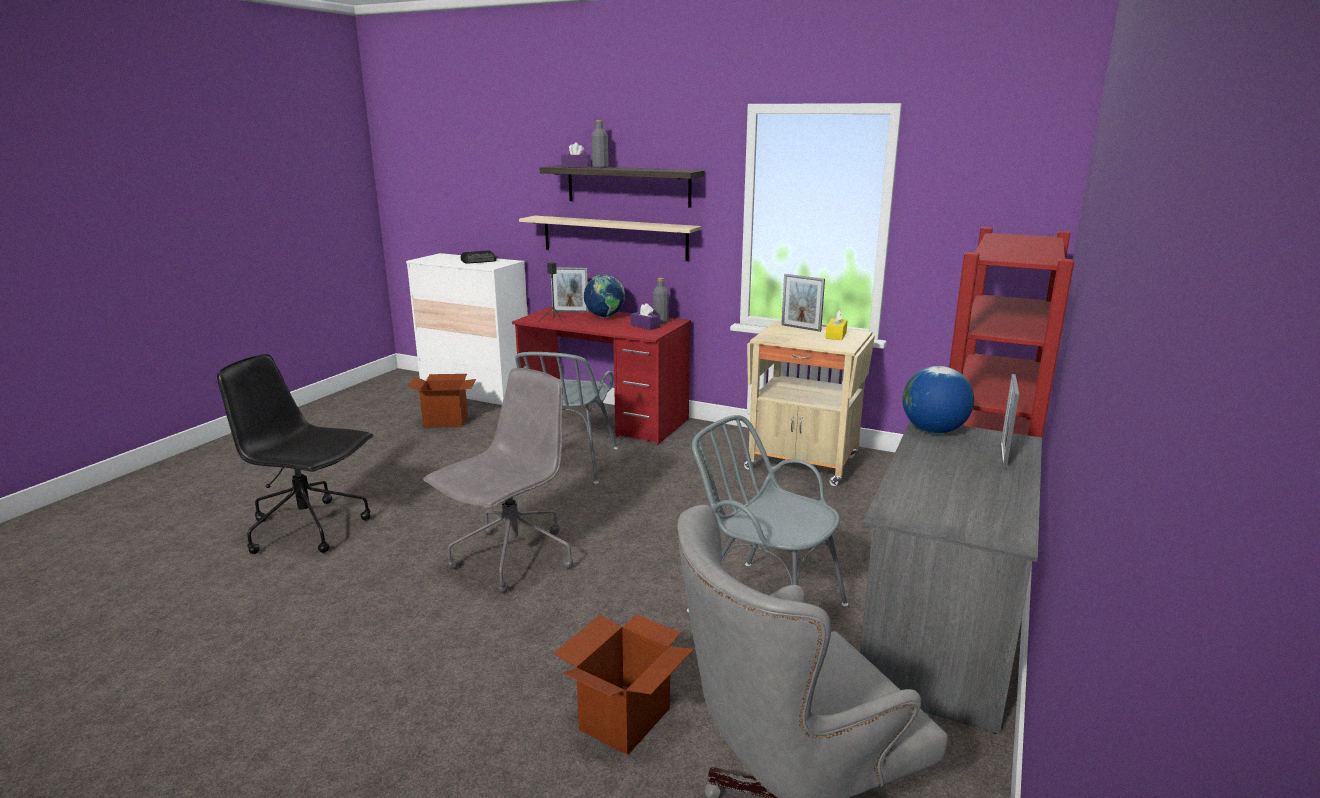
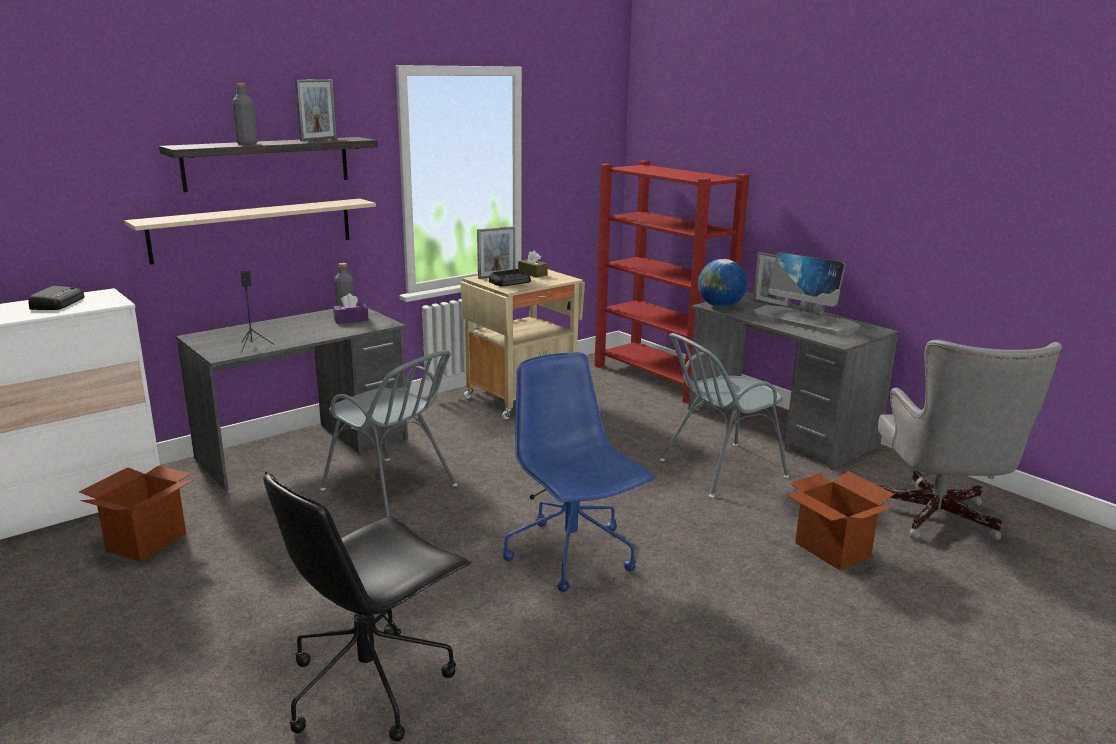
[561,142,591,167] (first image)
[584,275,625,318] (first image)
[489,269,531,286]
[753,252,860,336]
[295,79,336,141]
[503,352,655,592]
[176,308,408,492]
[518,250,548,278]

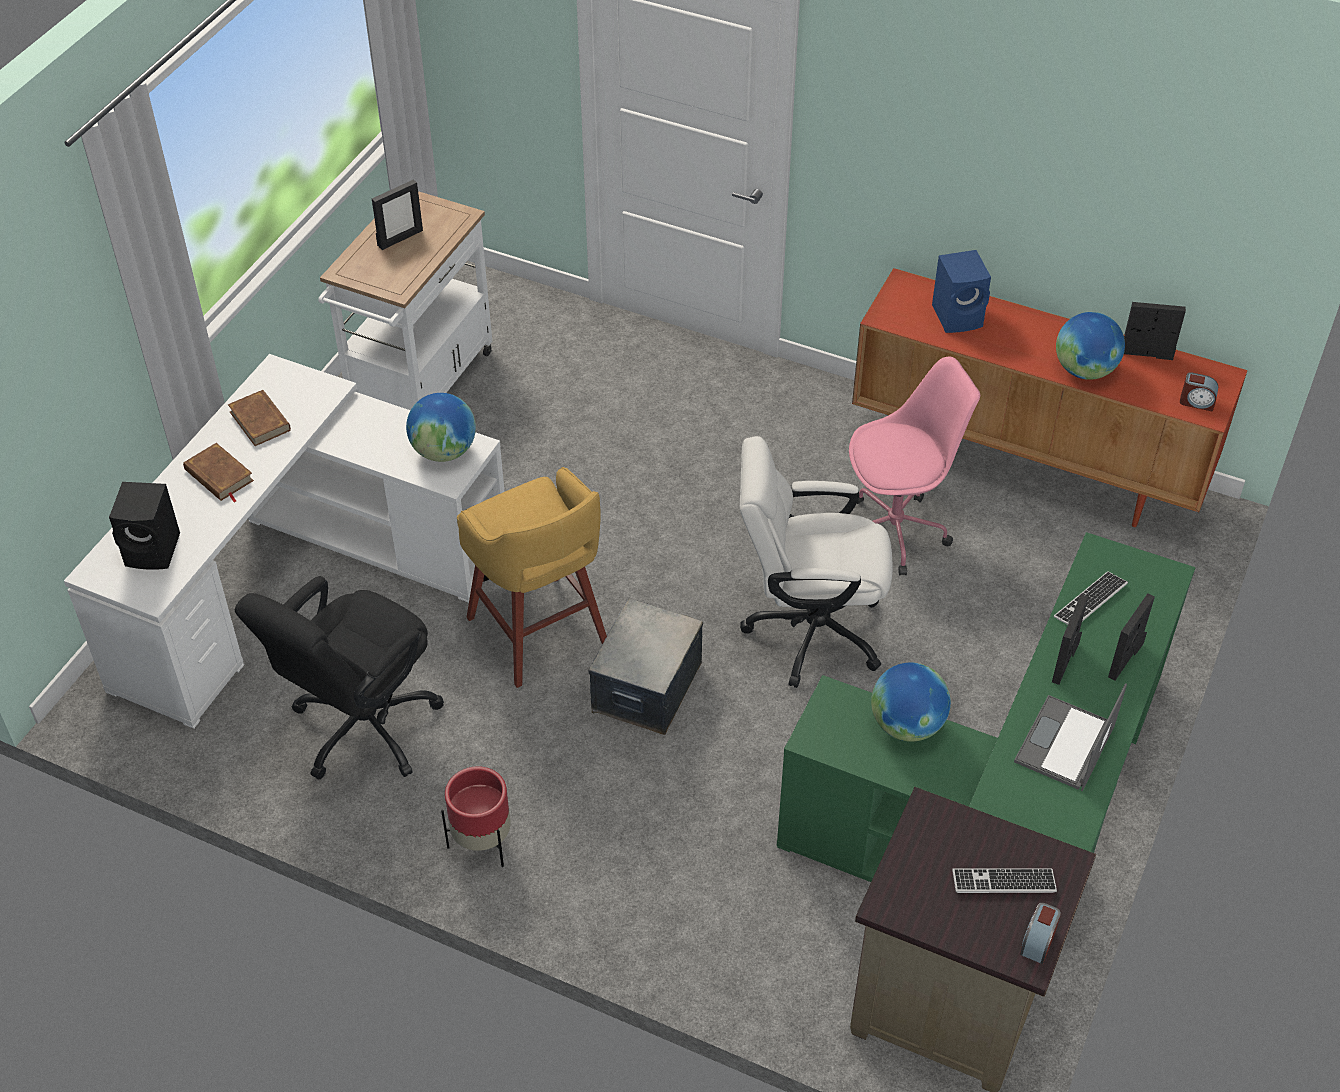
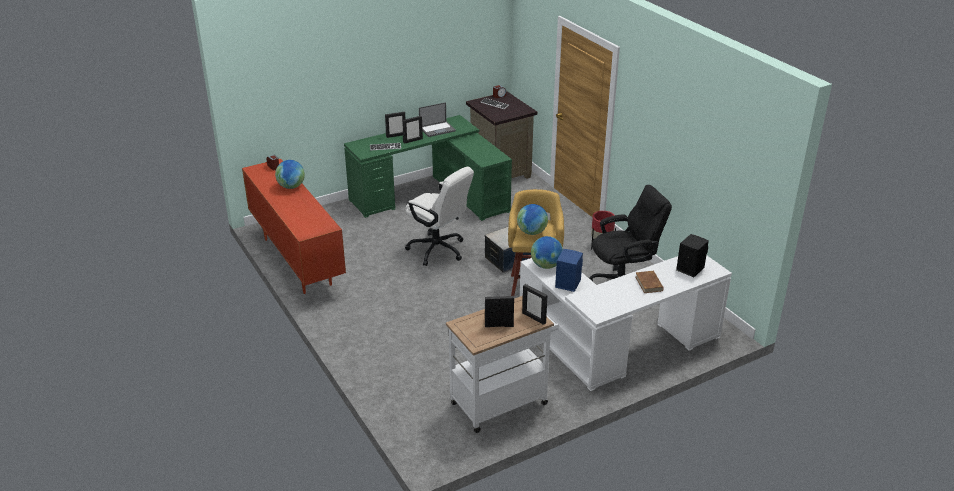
[228,390,291,446] (first image)
[849,356,980,575] (first image)
[517,204,548,235]
[555,249,583,292]
[522,284,548,325]

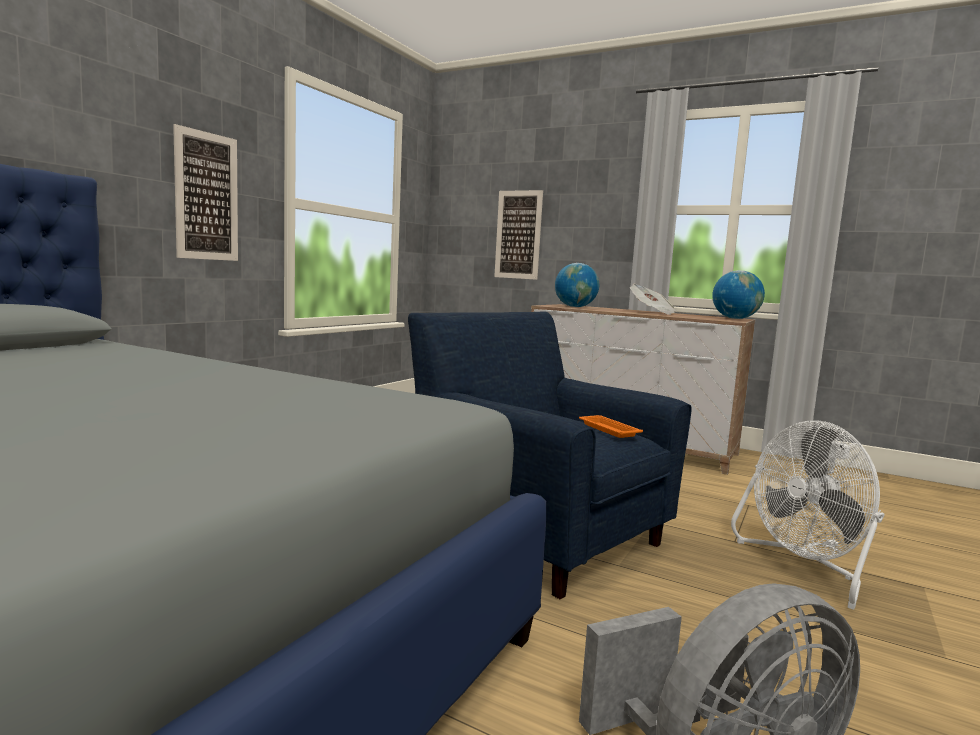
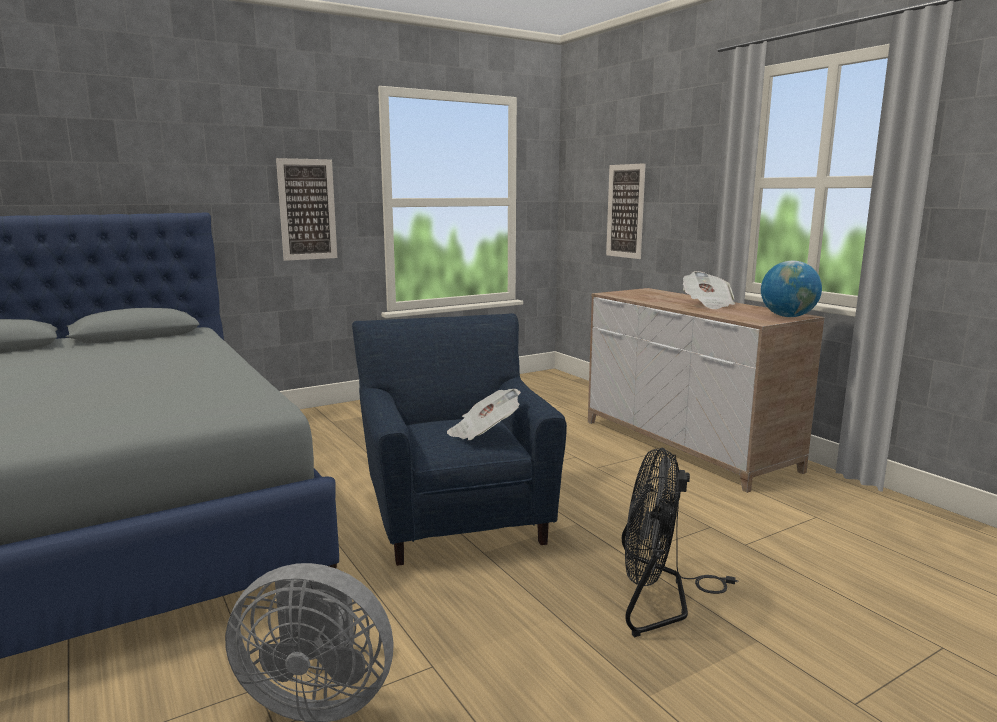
[555,263,599,307] (first image)
[447,389,521,440]
[622,448,738,637]

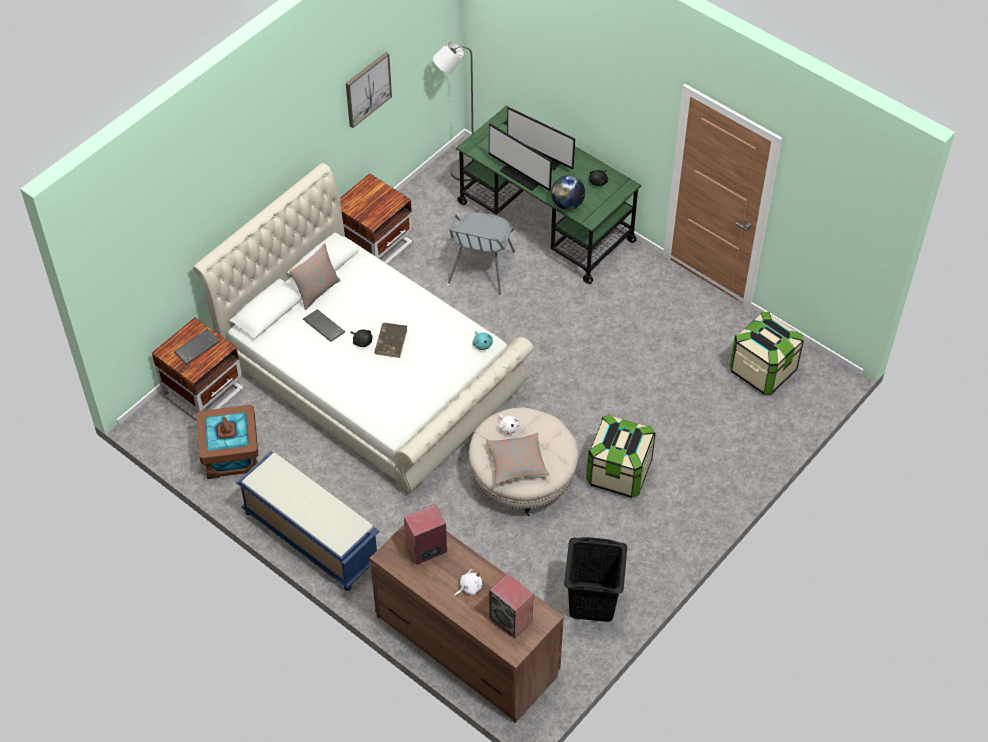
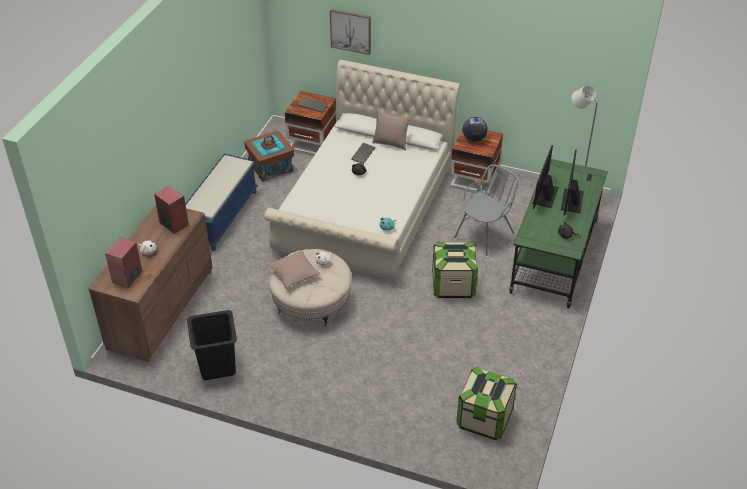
[374,323,408,358] (first image)
[330,9,371,55]
[463,117,488,142]
[432,242,478,298]
[453,164,519,257]

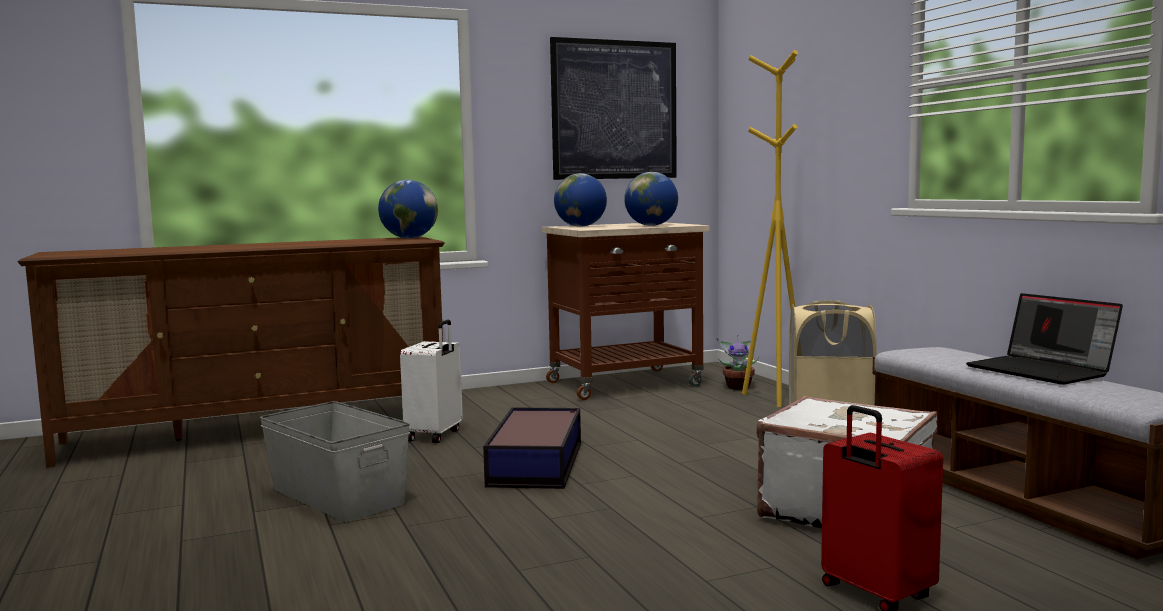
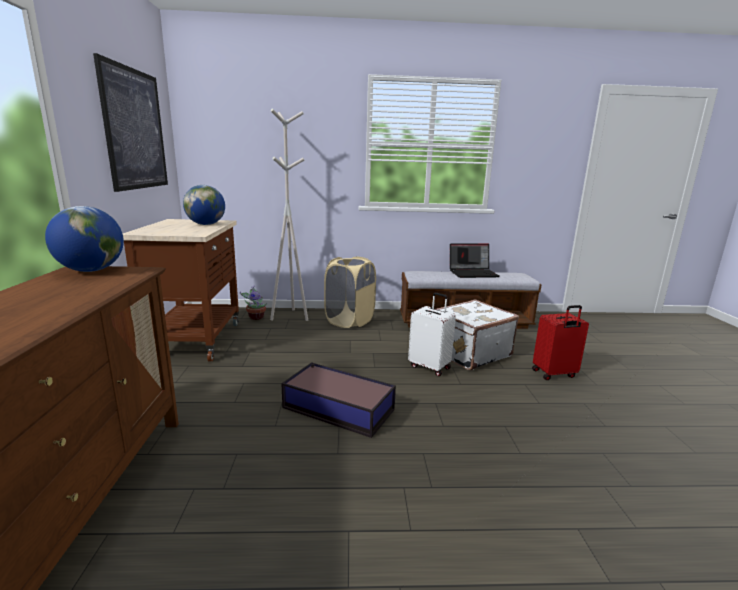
[260,401,410,522] (first image)
[554,173,607,227] (first image)
[408,293,456,376]
[270,109,308,321]

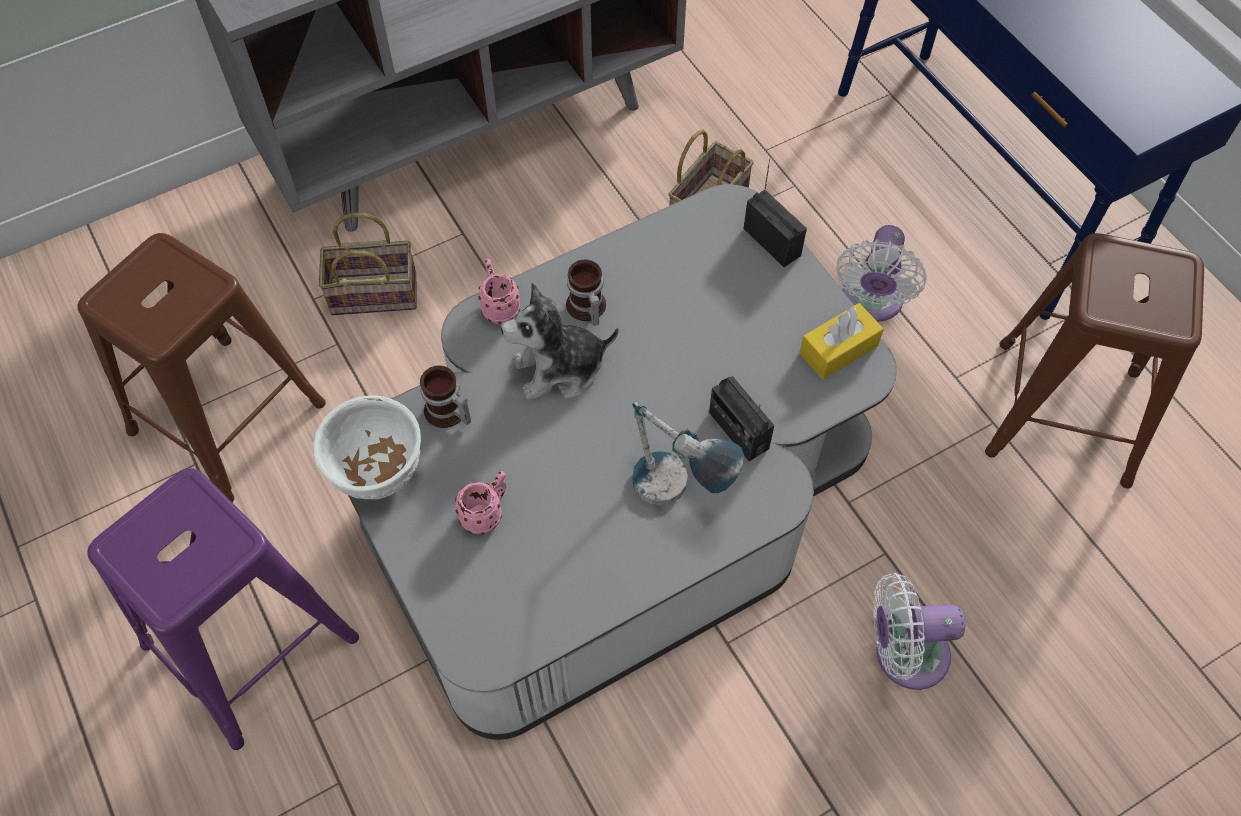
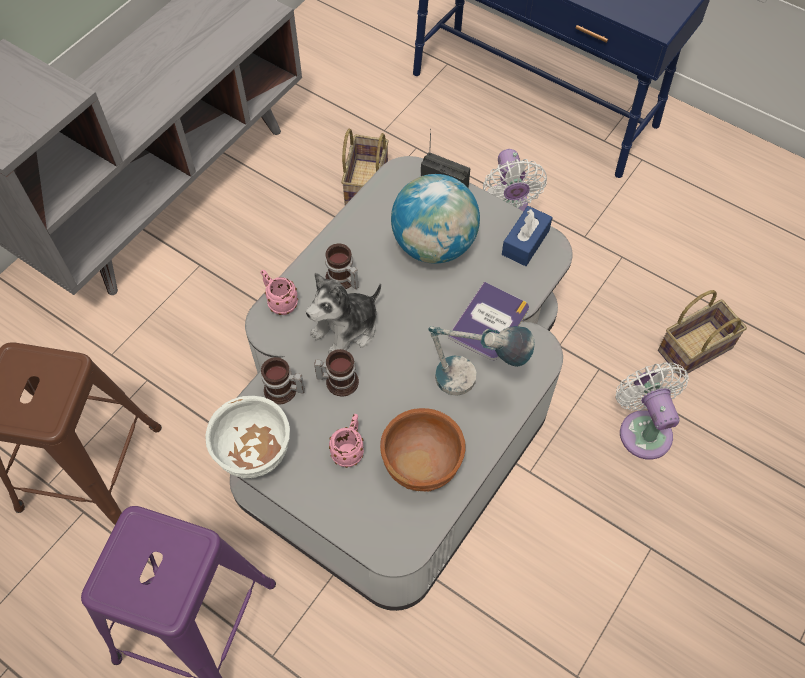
[985,233,1204,488] (first image)
[314,349,359,396]
[380,408,465,492]
[391,174,480,264]
[658,290,747,377]
[448,282,529,360]
[502,206,553,266]
[615,362,689,459]

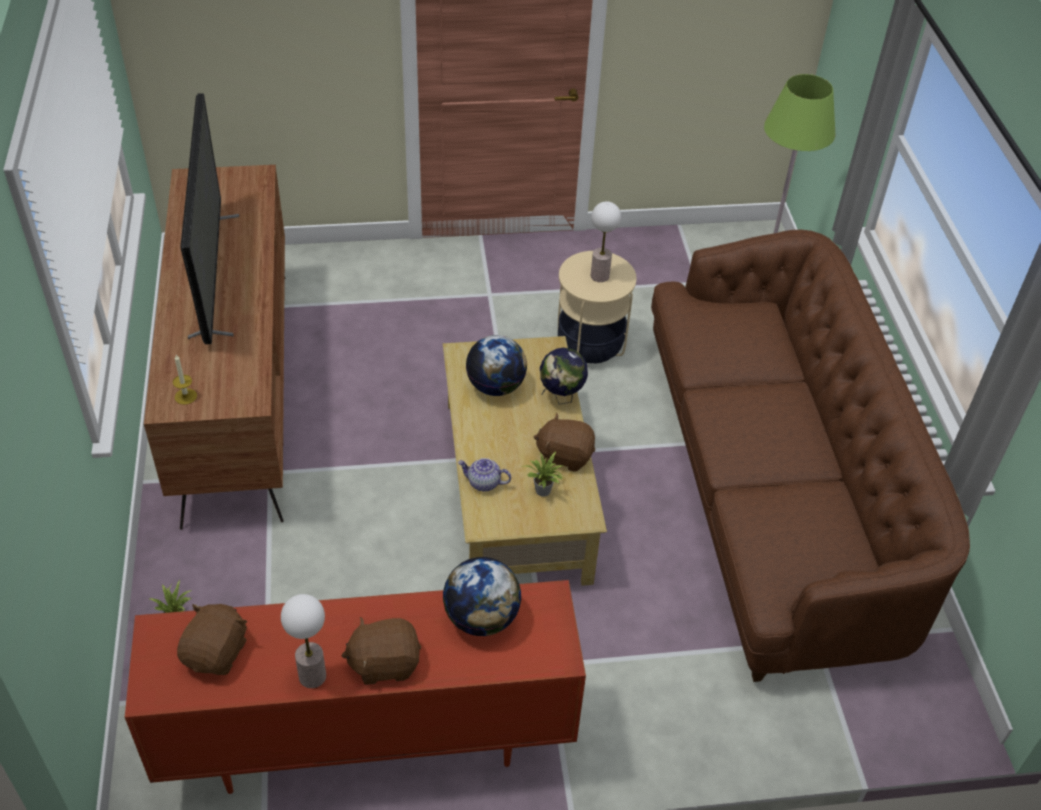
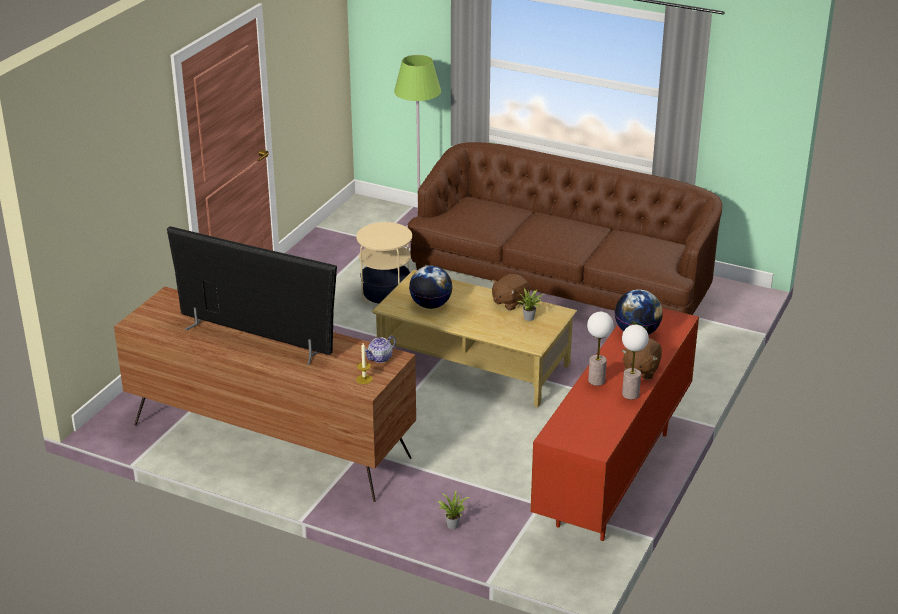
[177,604,247,675] (first image)
[540,348,588,404] (first image)
[365,336,396,363]
[587,312,613,386]

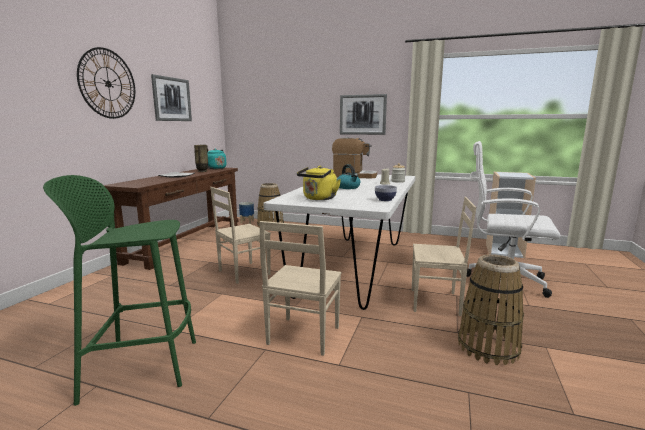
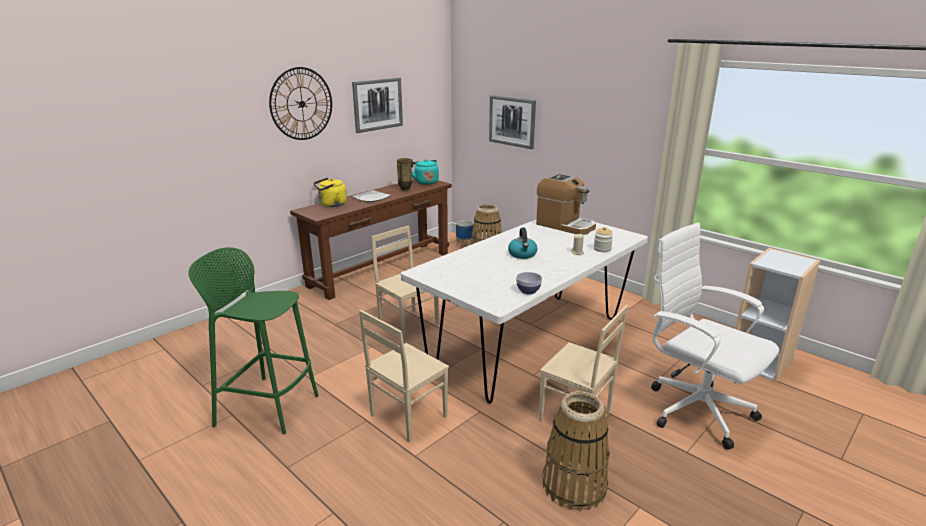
[313,177,347,207]
[489,95,536,149]
[372,226,439,340]

